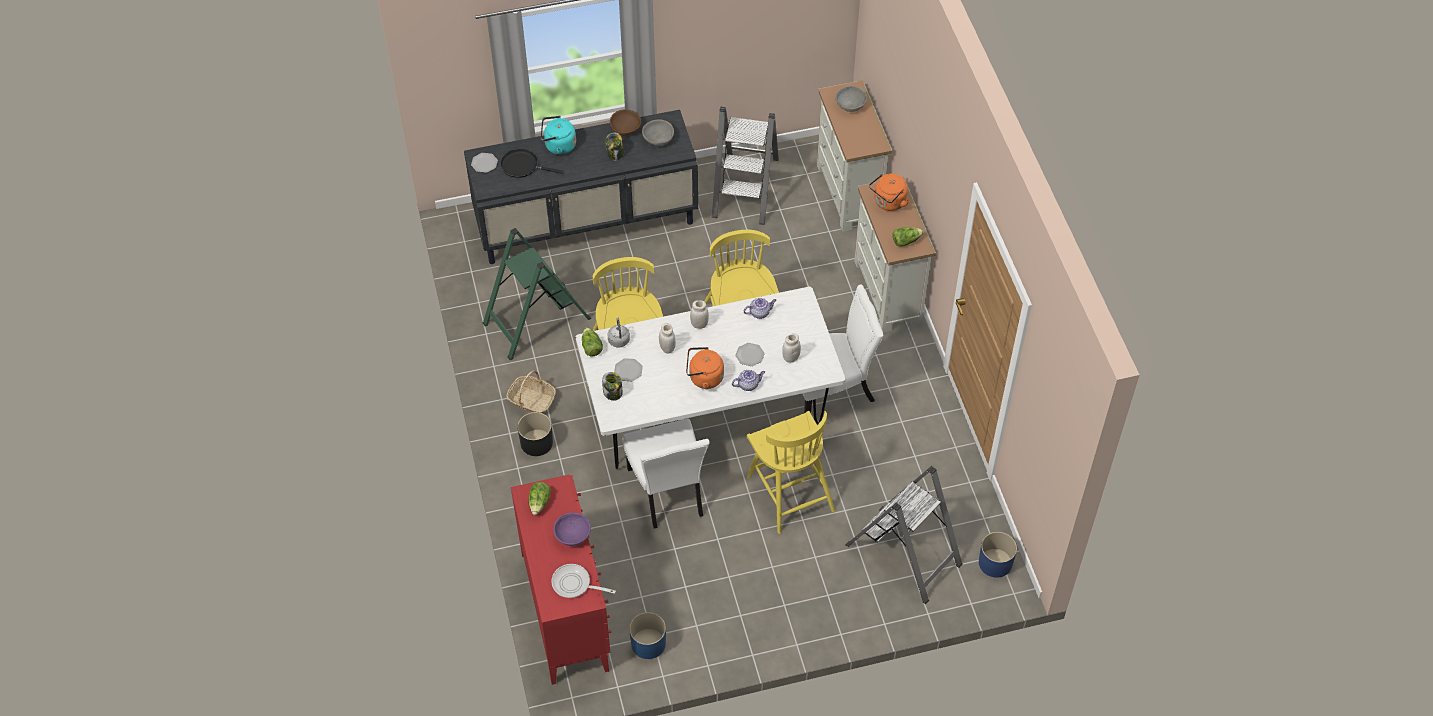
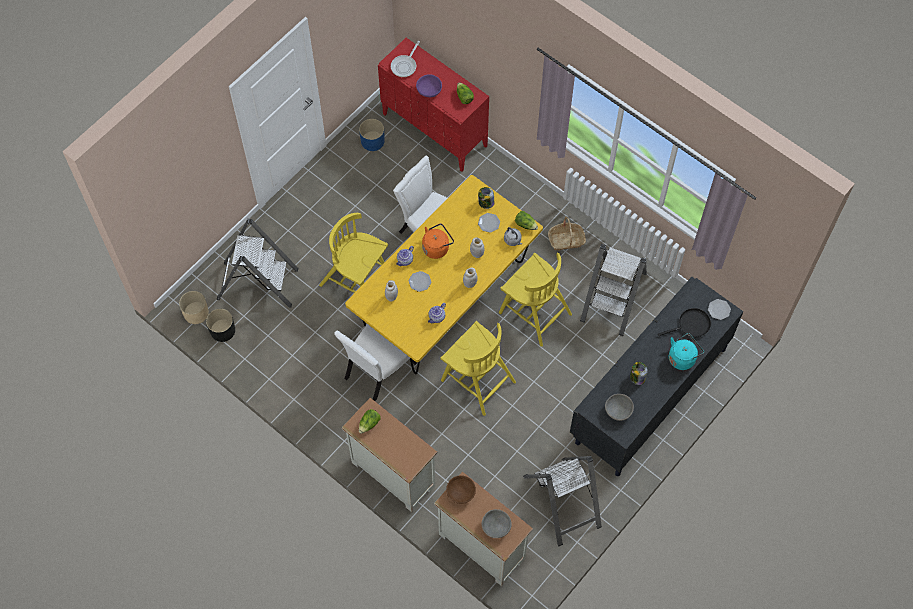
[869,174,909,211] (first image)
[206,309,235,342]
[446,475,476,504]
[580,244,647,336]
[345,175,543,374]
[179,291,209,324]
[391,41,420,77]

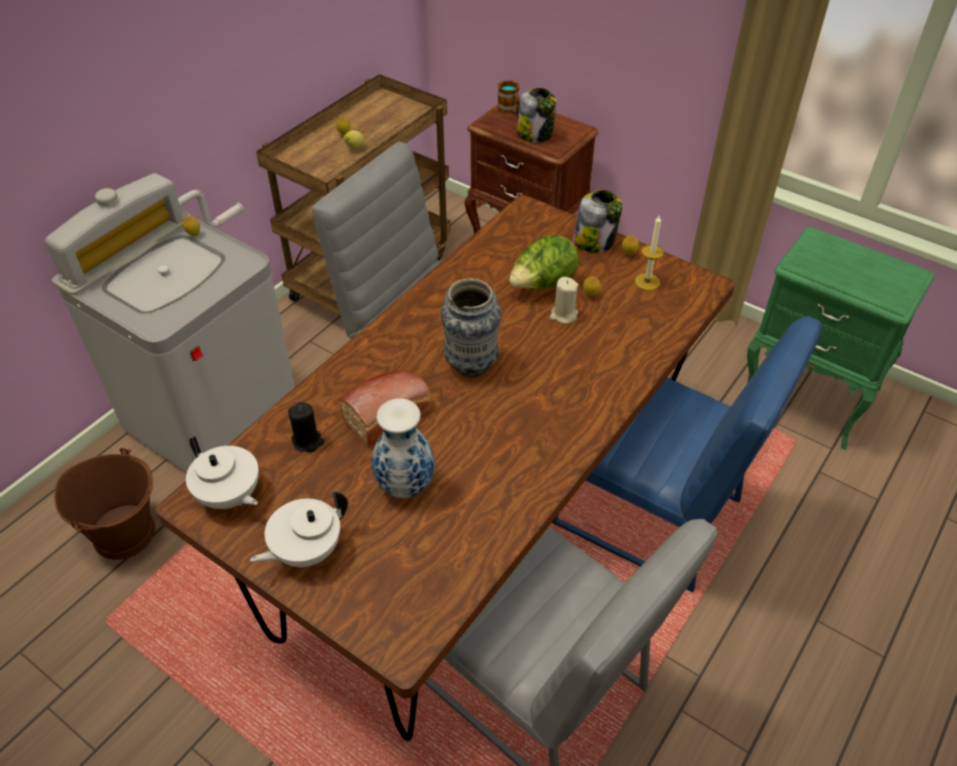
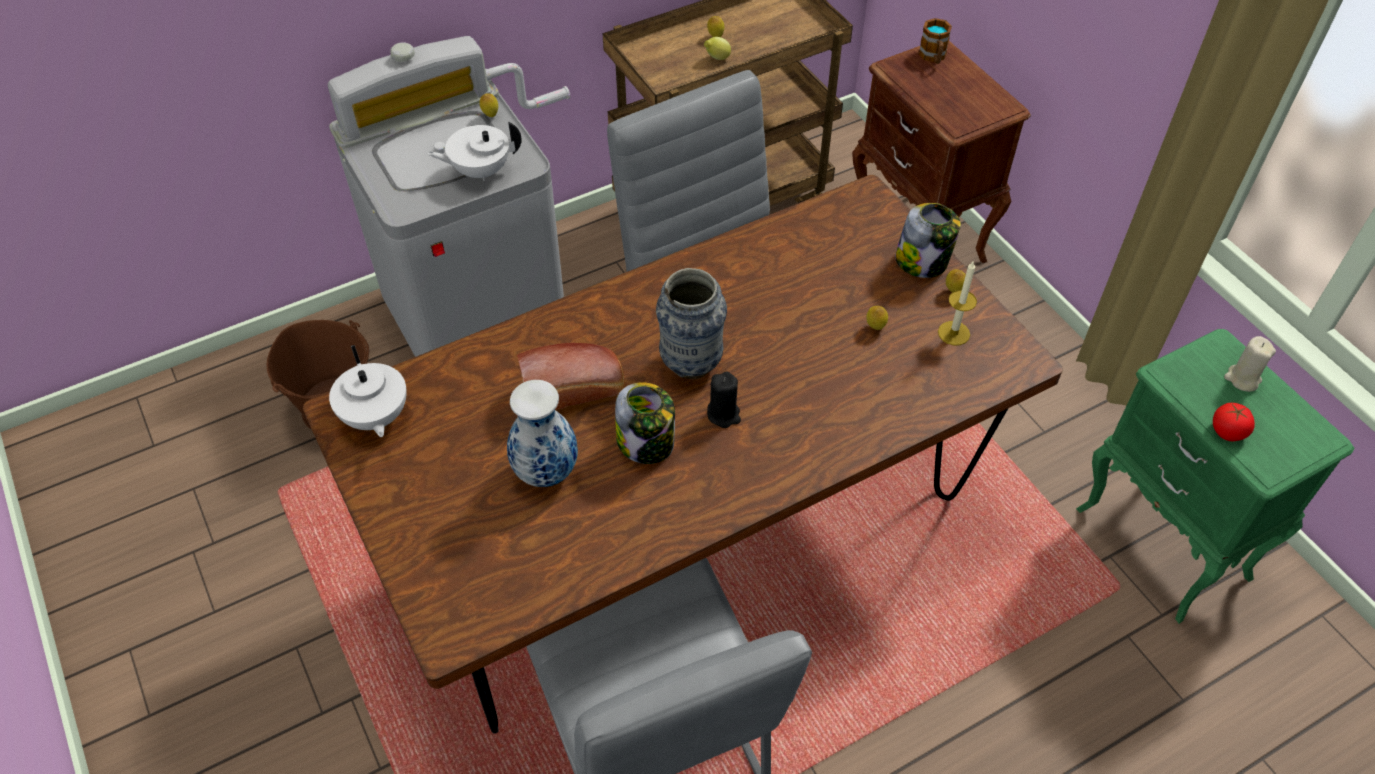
[509,235,579,289] (first image)
[552,316,822,593] (first image)
[1213,403,1255,442]
[427,122,522,181]
[707,372,741,428]
[615,382,675,464]
[1224,336,1276,392]

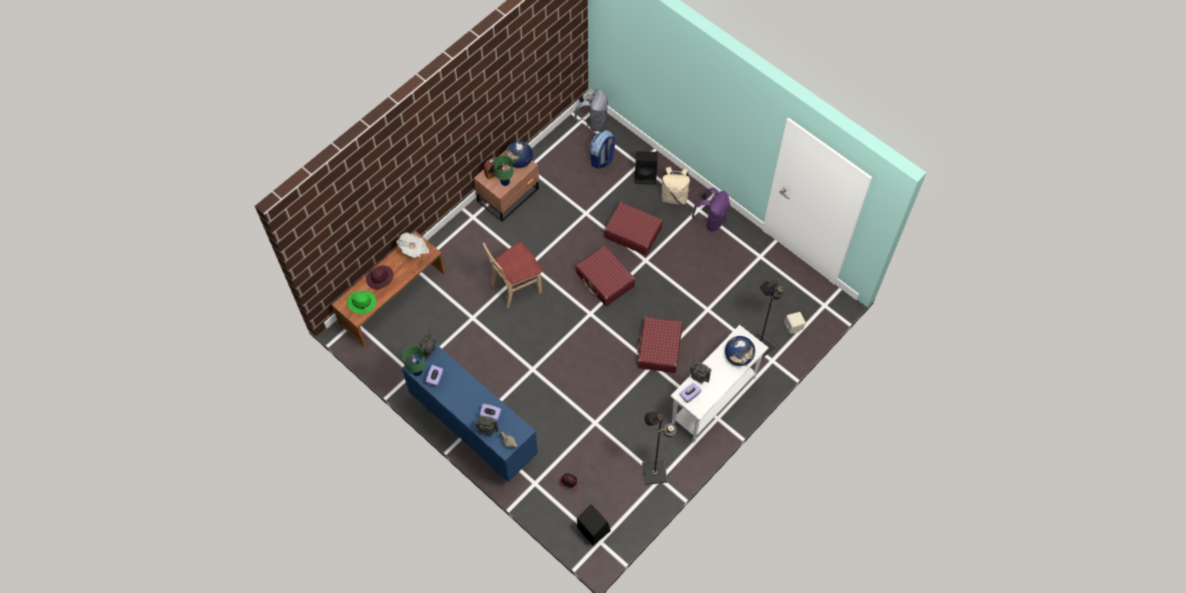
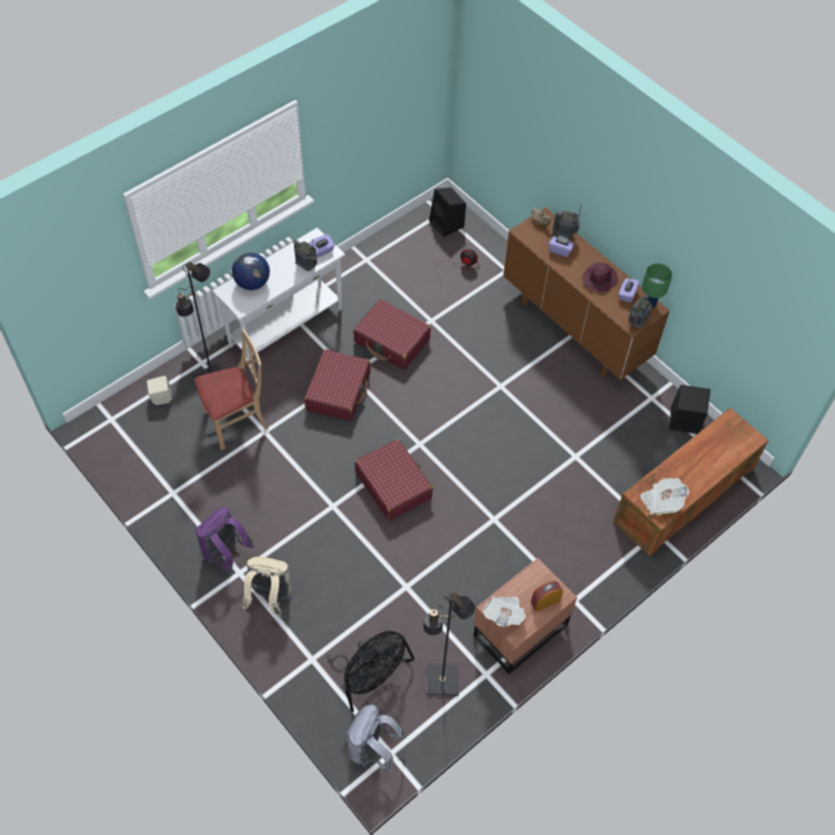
[347,291,376,314] (first image)
[494,155,514,186] (first image)
[582,263,618,292]
[194,329,269,450]
[353,299,431,370]
[670,385,711,434]
[423,592,475,696]
[483,596,527,626]
[327,631,414,712]
[503,207,670,380]

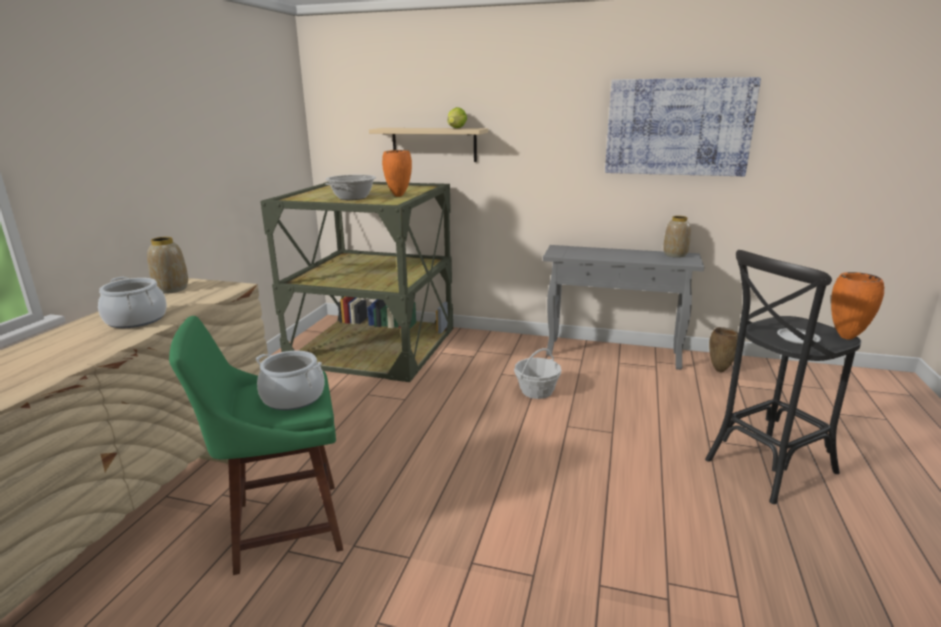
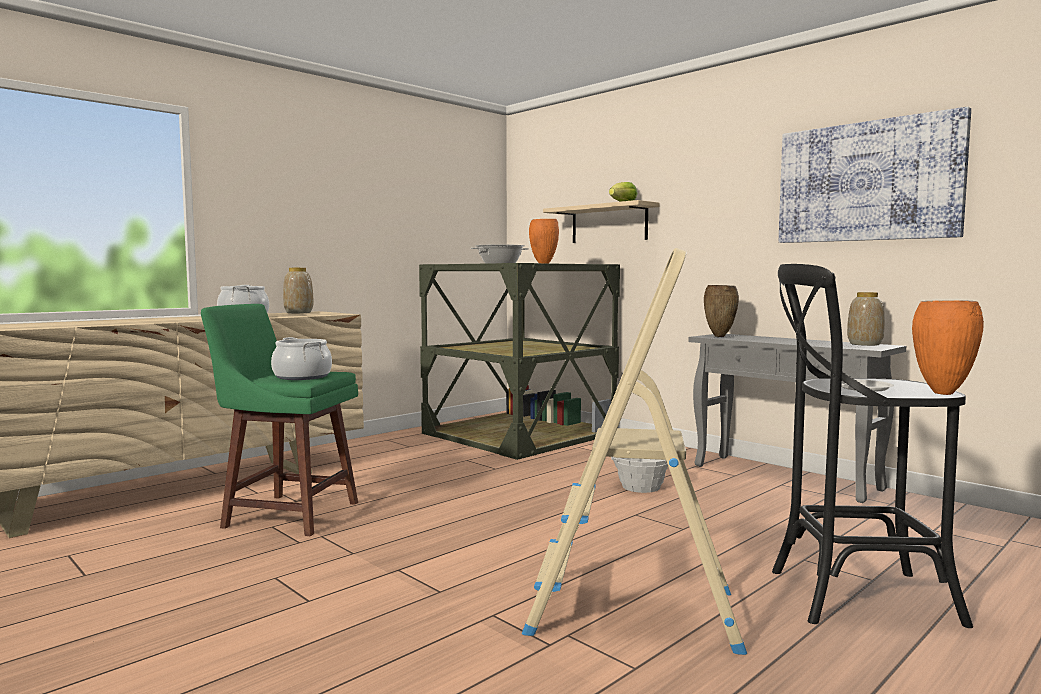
[522,248,747,655]
[704,285,739,337]

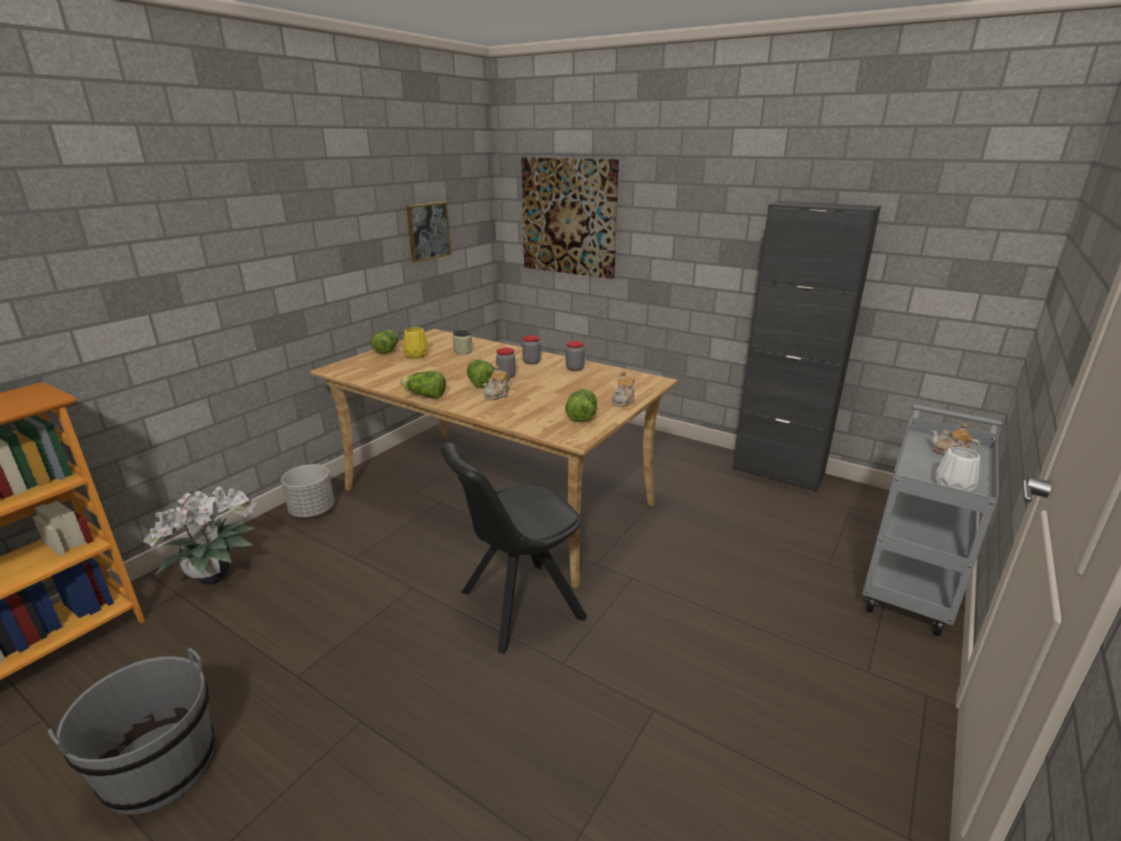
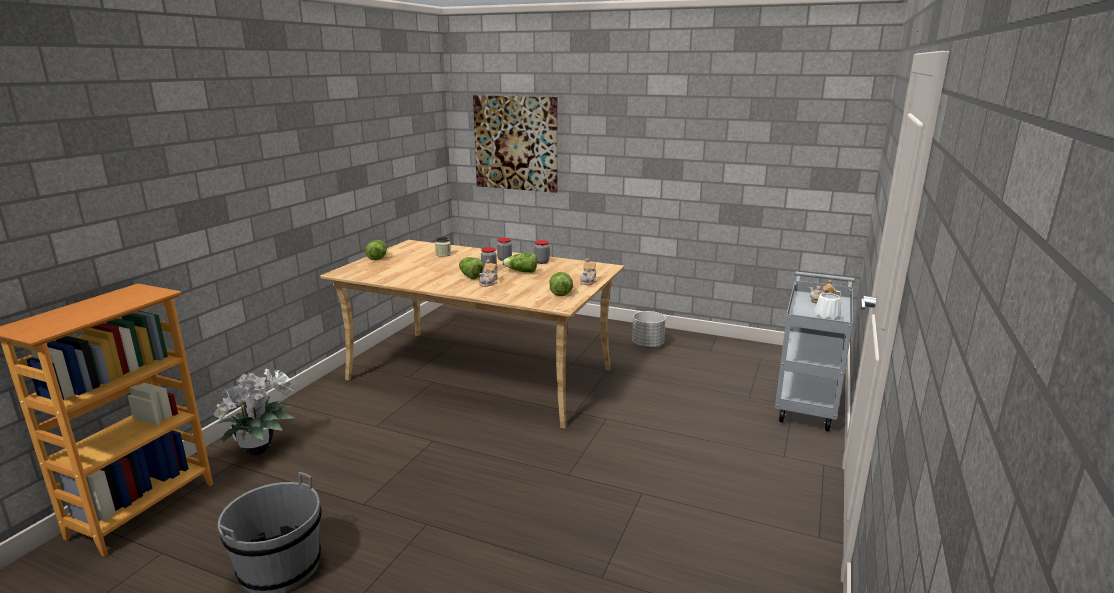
[403,327,428,359] (first image)
[407,201,451,262] (first image)
[441,442,587,654] (first image)
[732,201,881,492] (first image)
[632,311,666,348]
[502,253,537,273]

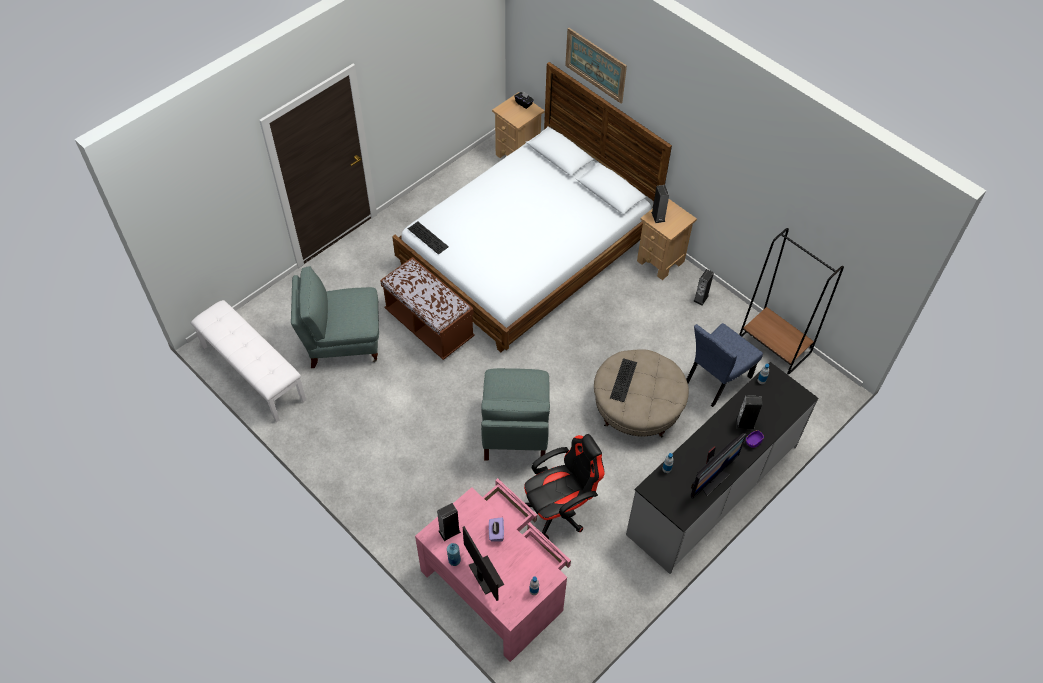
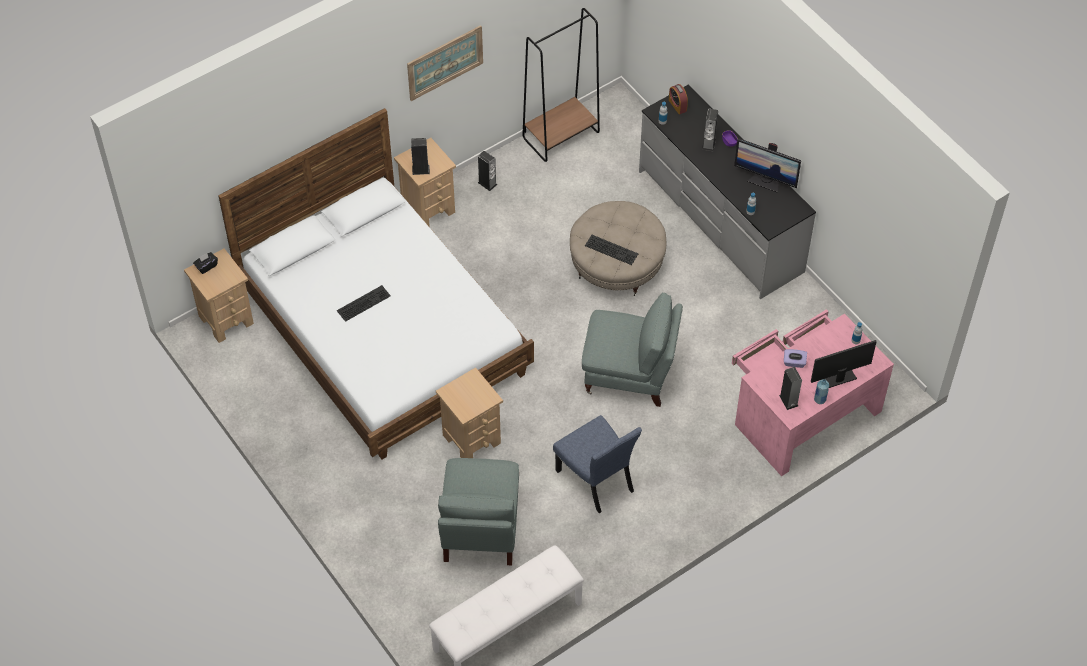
[524,434,605,539] (first image)
[669,84,688,114]
[337,285,391,322]
[407,25,483,101]
[553,415,642,513]
[436,367,503,458]
[734,138,801,193]

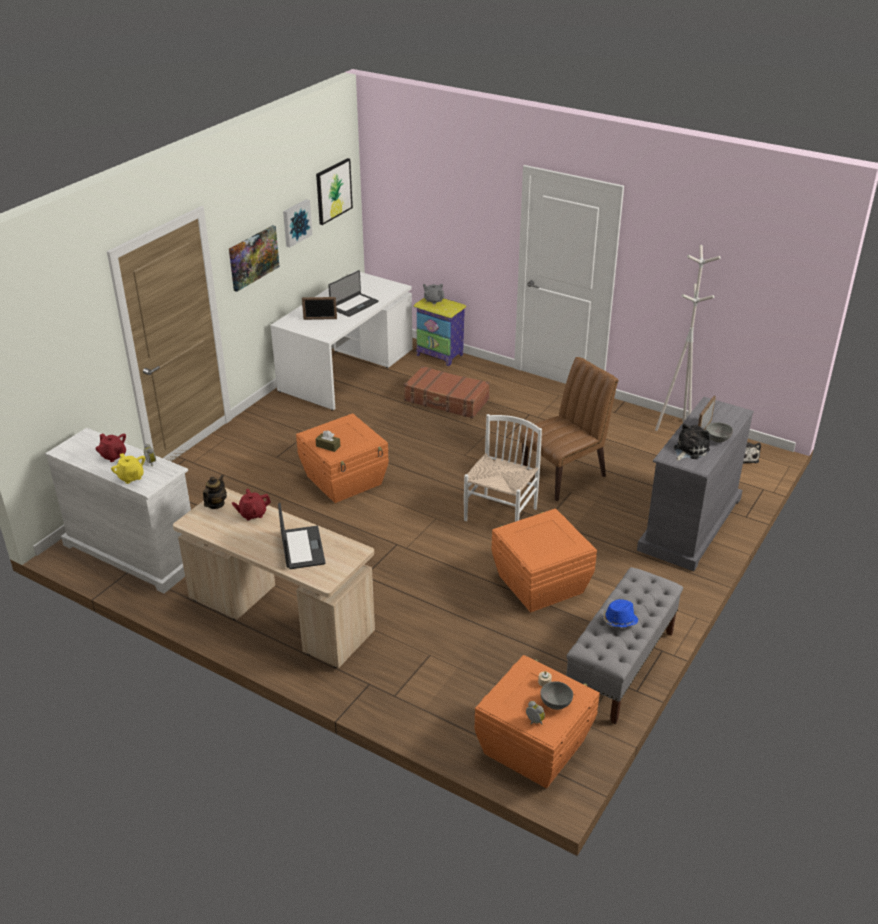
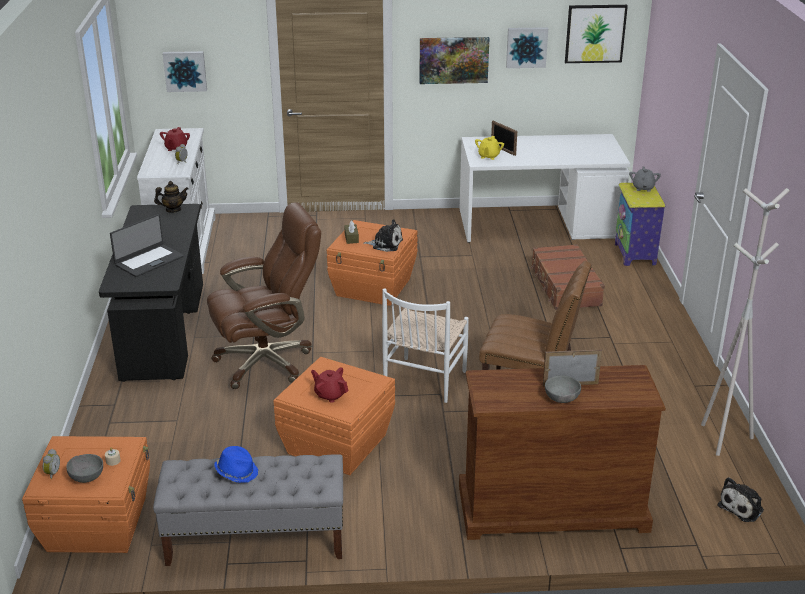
[328,270,379,317] (first image)
[162,51,207,92]
[207,202,321,389]
[475,136,504,160]
[311,367,349,403]
[363,219,403,252]
[99,204,203,382]
[459,365,666,540]
[382,289,469,403]

